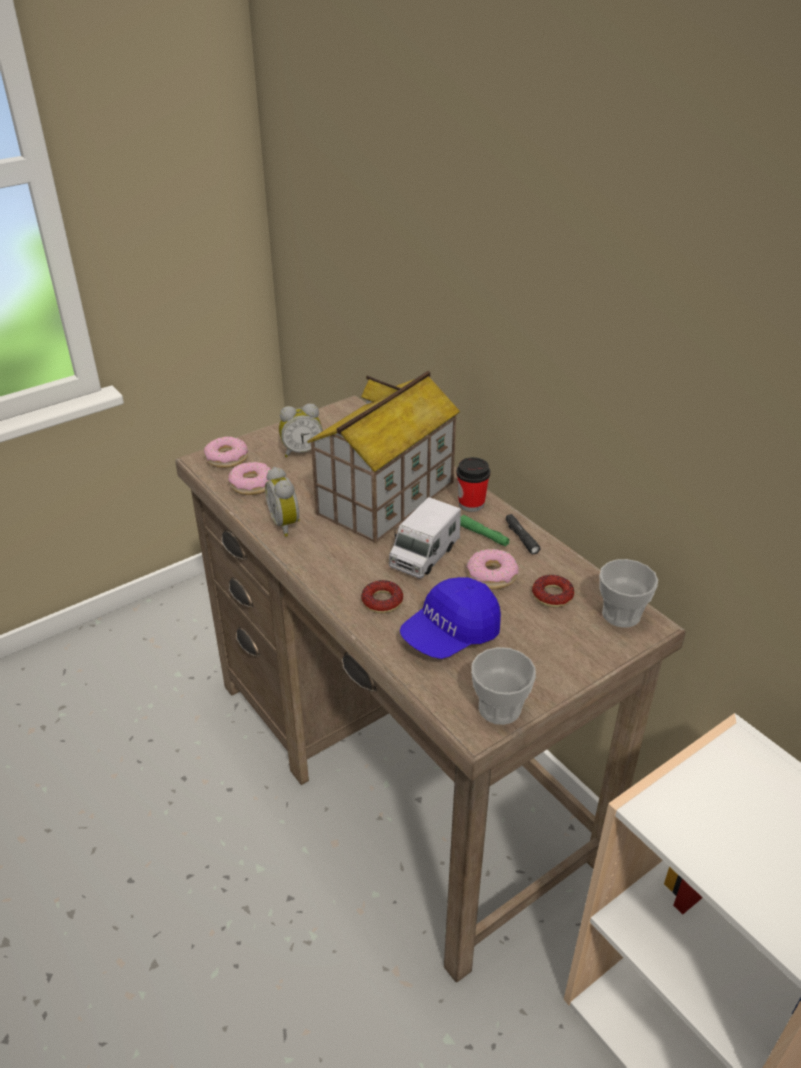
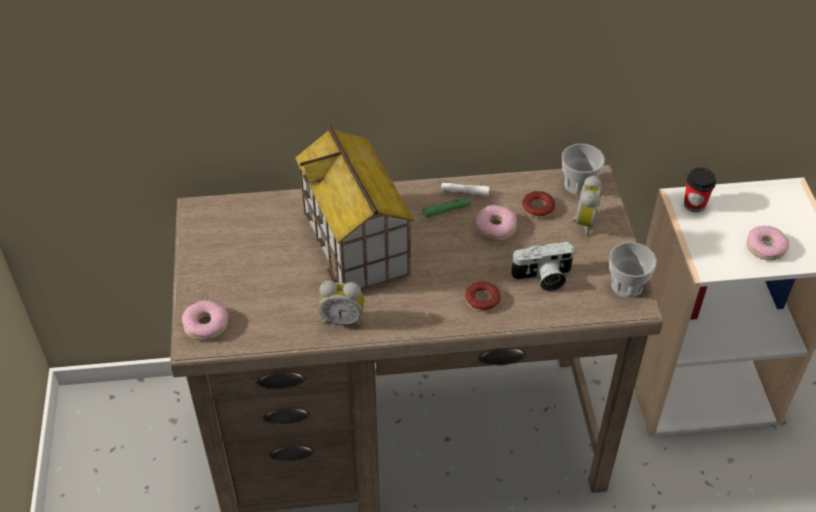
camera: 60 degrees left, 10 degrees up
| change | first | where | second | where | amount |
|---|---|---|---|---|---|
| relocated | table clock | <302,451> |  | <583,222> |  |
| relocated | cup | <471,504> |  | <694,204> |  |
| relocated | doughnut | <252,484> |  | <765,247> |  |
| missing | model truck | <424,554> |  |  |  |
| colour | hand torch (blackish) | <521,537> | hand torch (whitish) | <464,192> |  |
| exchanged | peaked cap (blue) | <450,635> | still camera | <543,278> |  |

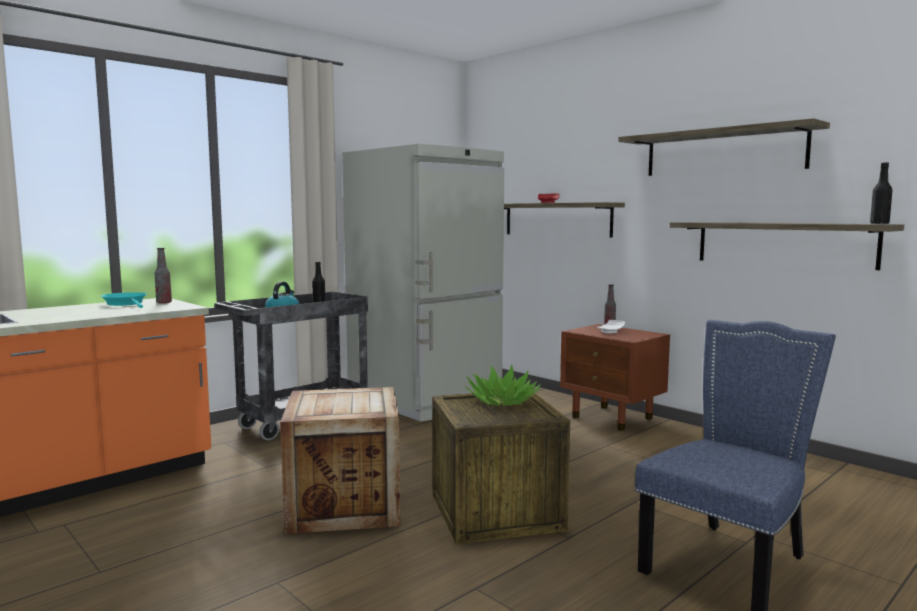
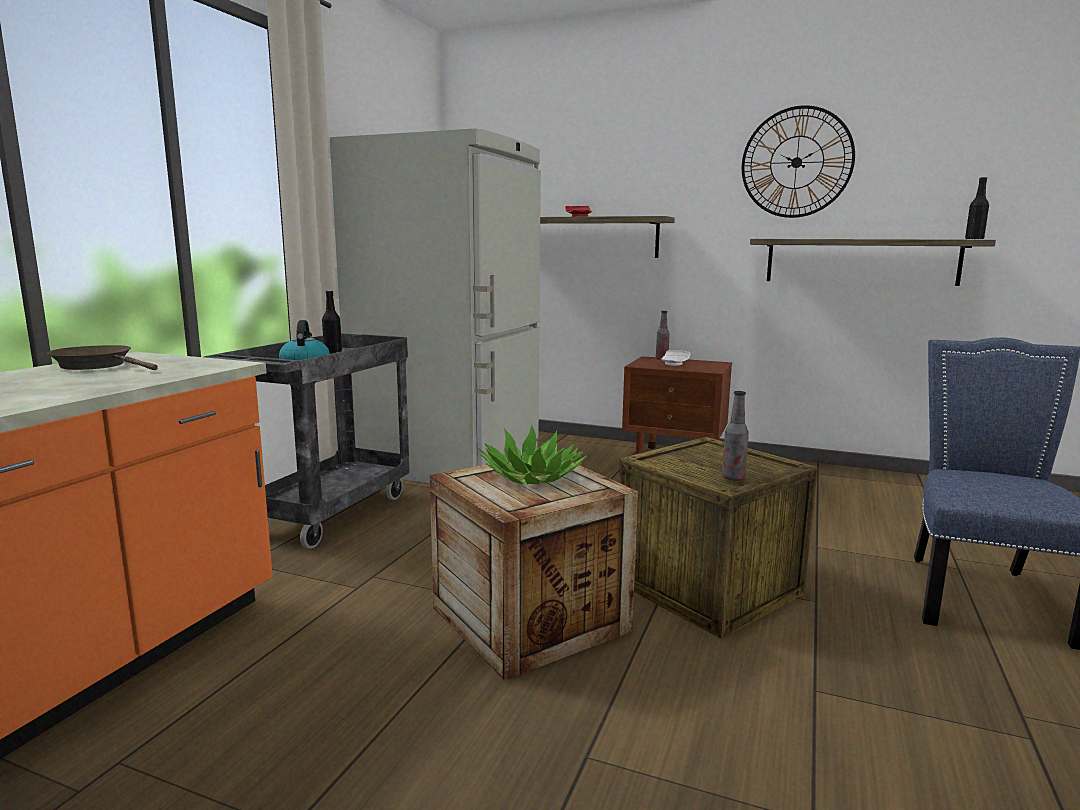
camera: 25 degrees left, 5 degrees up
| change | first | where | second | where | amount |
|---|---|---|---|---|---|
| exchanged | wall shelf | <723,152> | clock on the wall | <796,162> |  |
| relocated | drink bottle | <164,302> |  | <733,478> |  |
| colour | frying pan (turquoise-coloured) | <126,304> | frying pan (brown-coloured) | <98,365> |  |
| relocated | houseplant | <502,401> |  | <532,476> |  |

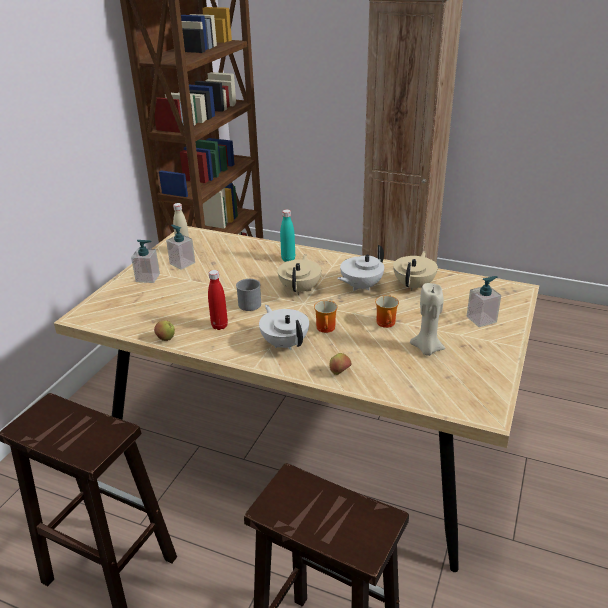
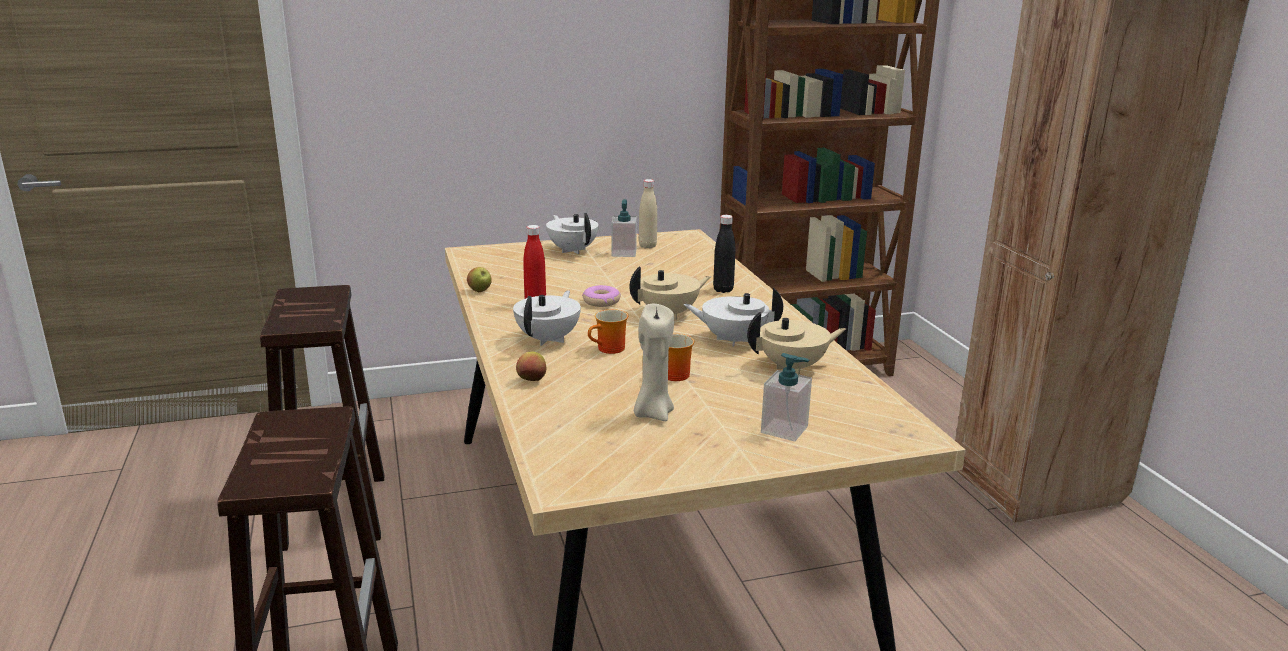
camera: 50 degrees right, 10 degrees down
| change | first | where | second | where | amount |
|---|---|---|---|---|---|
| colour | drink bottle (turquoise-coloured) | <288,259> | drink bottle (blackish) | <723,290> |  |
| exchanged | liquid soap bottle | <148,278> | teapot (whitish) | <572,250> |  |
| exchanged | coffee mug (gray) | <251,302> | doughnut | <601,302> |  |

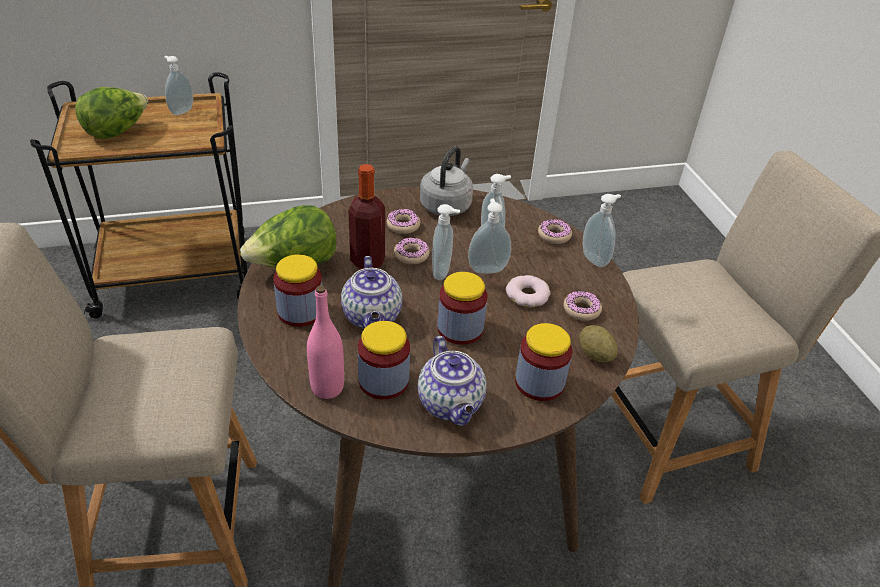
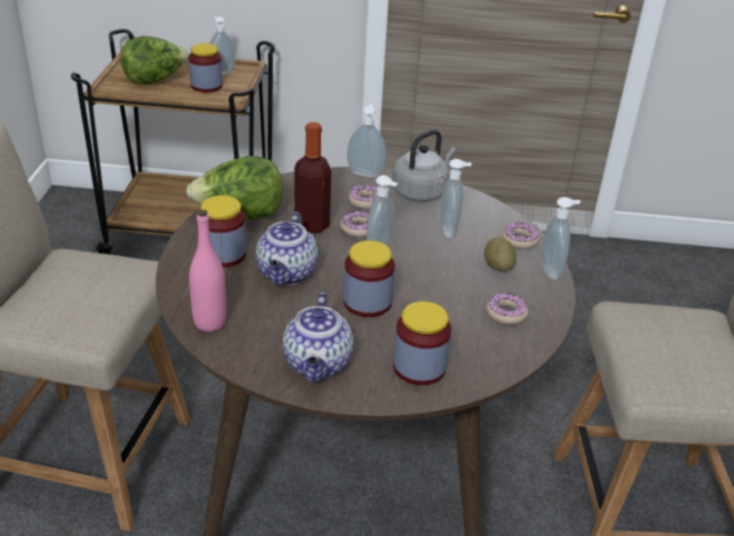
camera: 20 degrees right, 5 degrees down
| change | first | where | second | where | amount |
|---|---|---|---|---|---|
| relocated | liquid soap bottle | <487,268> |  | <365,173> |  |
| missing | doughnut | <527,295> |  |  |  |
| relocated | storage jar | <383,381> |  | <206,86> |  |
| relocated | whole potato | <595,355> |  | <498,267> |  |

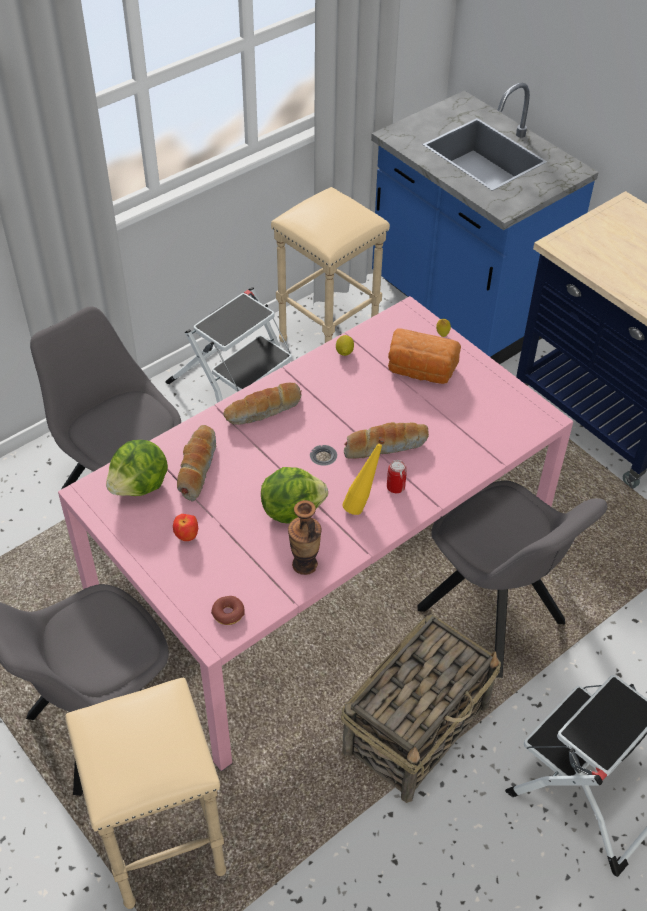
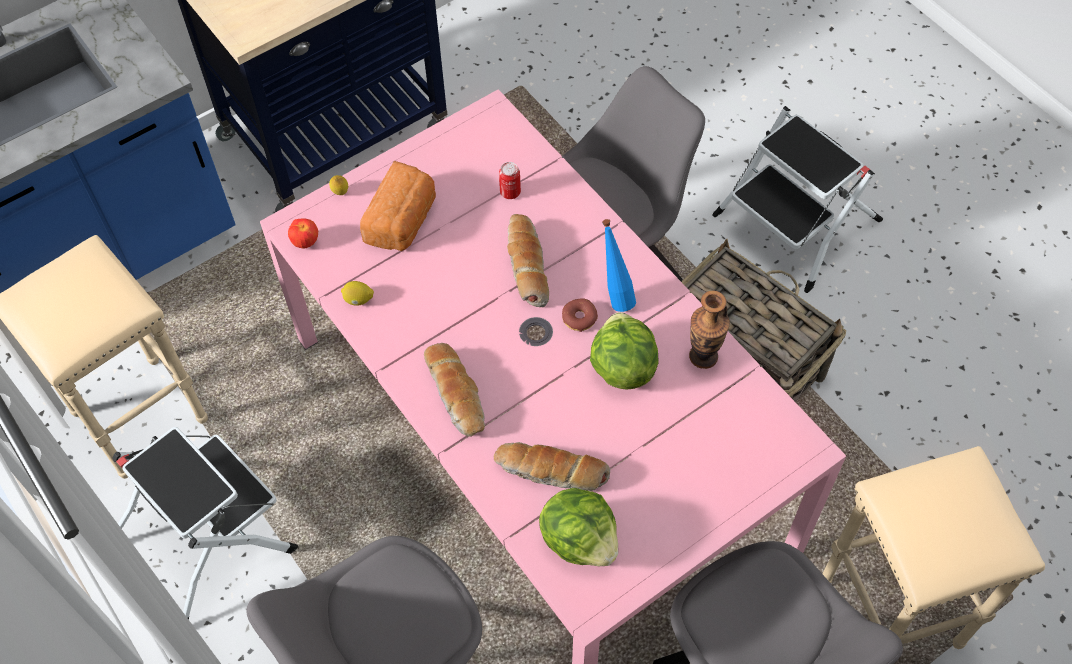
camera: 85 degrees left, 10 degrees up
| change | first | where | second | where | amount |
|---|---|---|---|---|---|
| colour | drink bottle (yellow-coloured) | <362,504> | drink bottle (blue) | <615,295> |  |
| relocated | can | <395,487> |  | <510,192> |  |
| relocated | apple | <187,536> |  | <306,242> |  |
| relocated | doughnut | <228,613> |  | <579,318> |  |

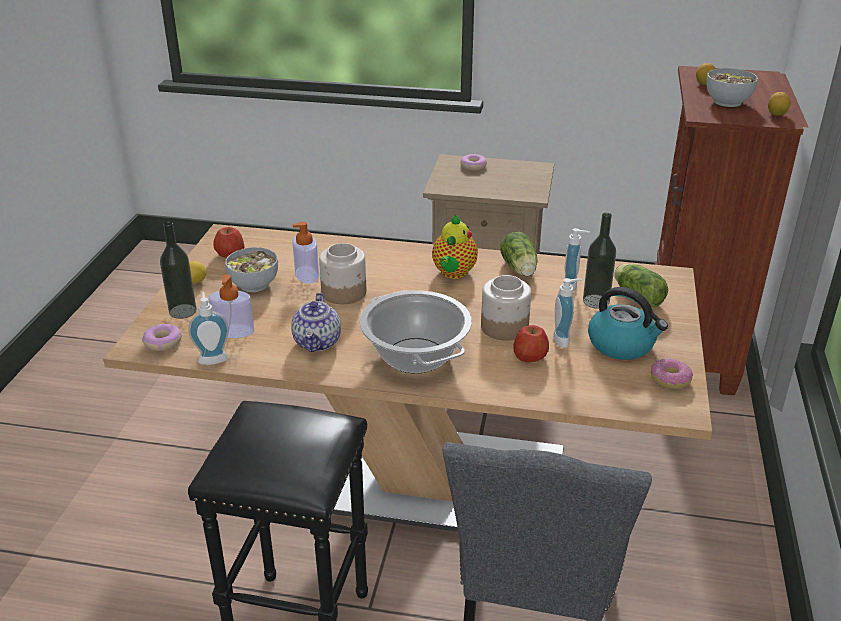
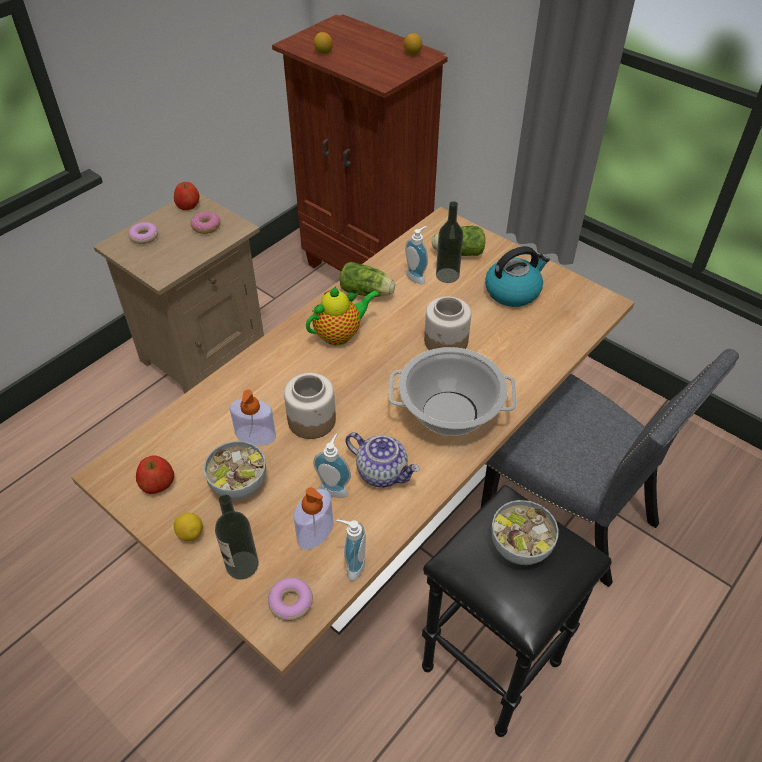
camera: 60 degrees left, 15 degrees up
| change | first | where | second | where | amount |
|---|---|---|---|---|---|
| relocated | serving bowl | <727,102> |  | <519,547> |  |
| spun | teapot | <453,273> |  | <340,334> | 75 degrees counterclockwise |
| relocated | liquid soap bottle | <564,339> |  | <335,487> |  |
| relocated | apple | <529,356> |  | <188,205> |  |
| relocated | doughnut | <670,380> |  | <206,227> |  |

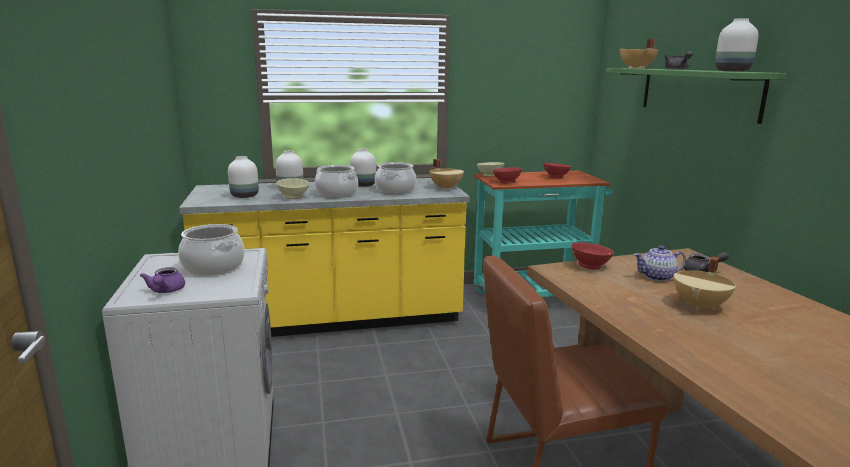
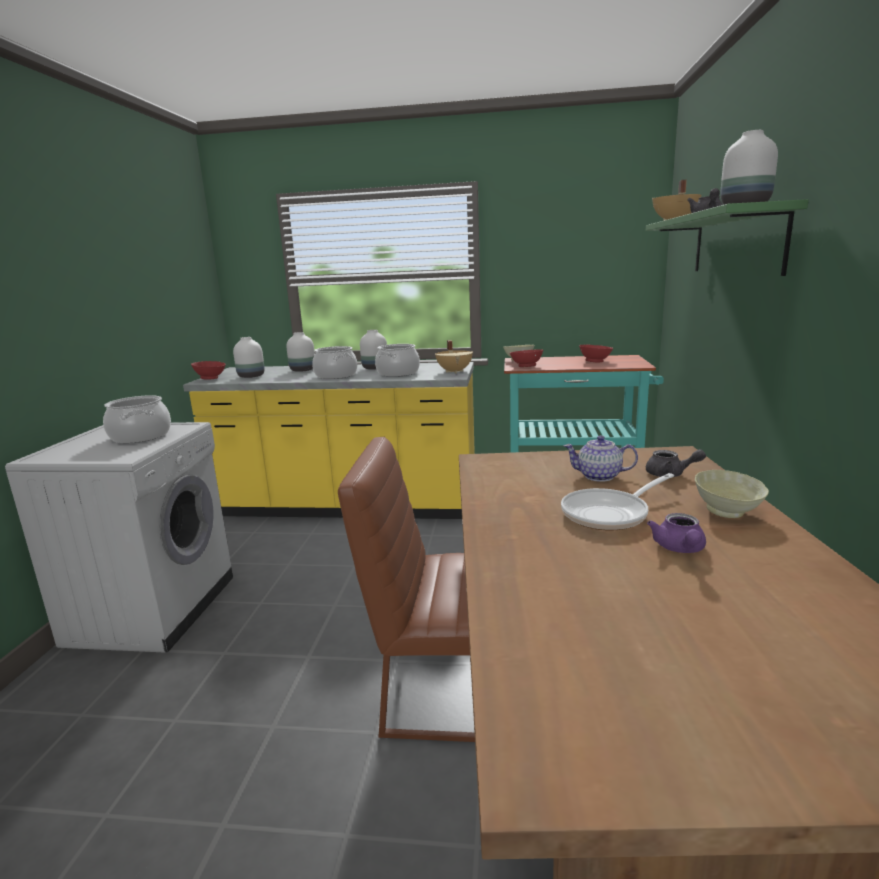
camera: 20 degrees right, 0 degrees up
| change | first | where | second | where | amount |
|---|---|---|---|---|---|
| relocated | serving bowl (beige) | <293,197> |  | <726,512> |  |
| relocated | serving bowl (red) | <591,266> |  | <210,378> |  |
| exchanged | cooking pot (beige) | <701,306> | frying pan | <610,514> |  |
| relocated | teapot (purplish) | <165,291> |  | <679,549> |  |

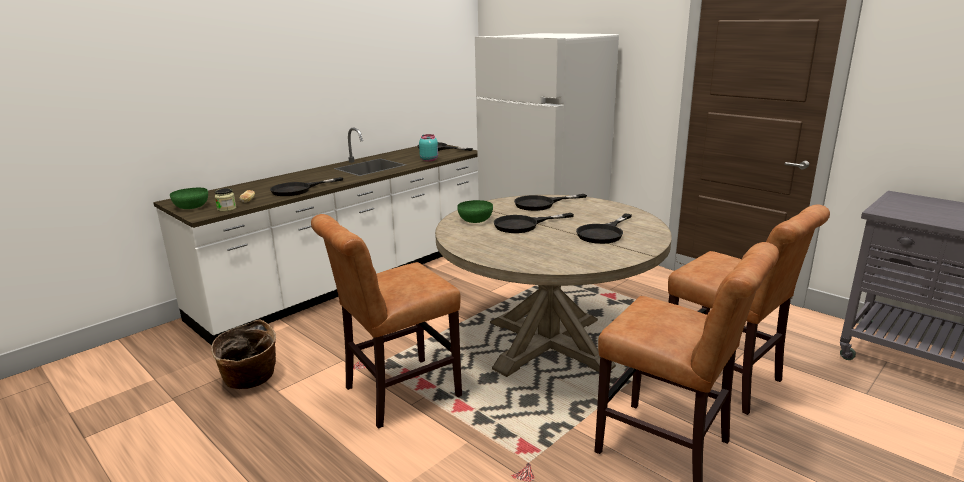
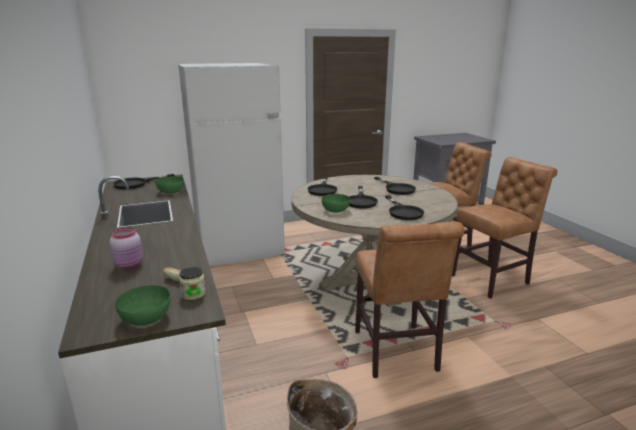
camera: 65 degrees left, 0 degrees up
| change | first | where | second | where | amount |
|---|---|---|---|---|---|
| exchanged | storage jar (turquoise-coloured) | <429,160> | serving bowl (green-coloured) | <170,191> |  |
| relocated | frying pan (blackish) | <298,189> |  | <403,212> |  |
| appeared |  |  | storage jar (pinkish) | <130,265> |  |

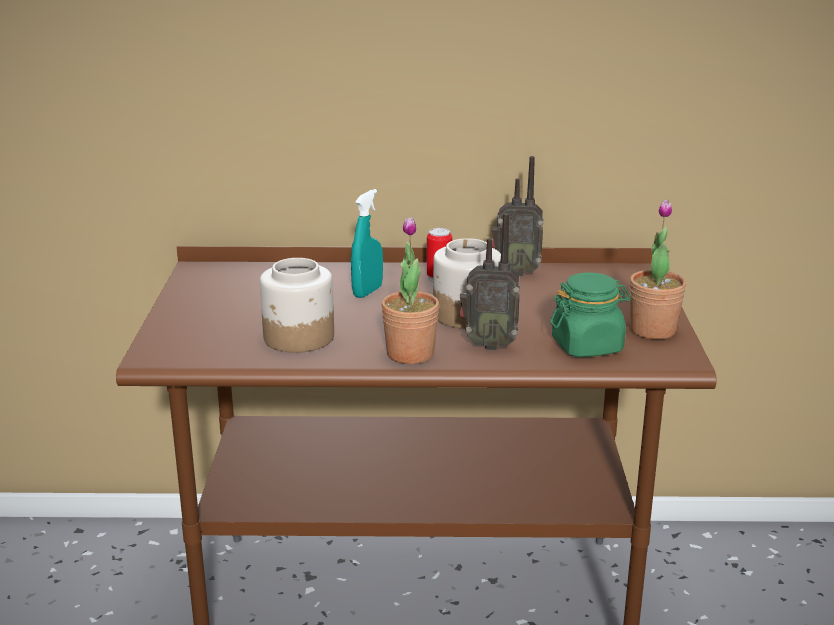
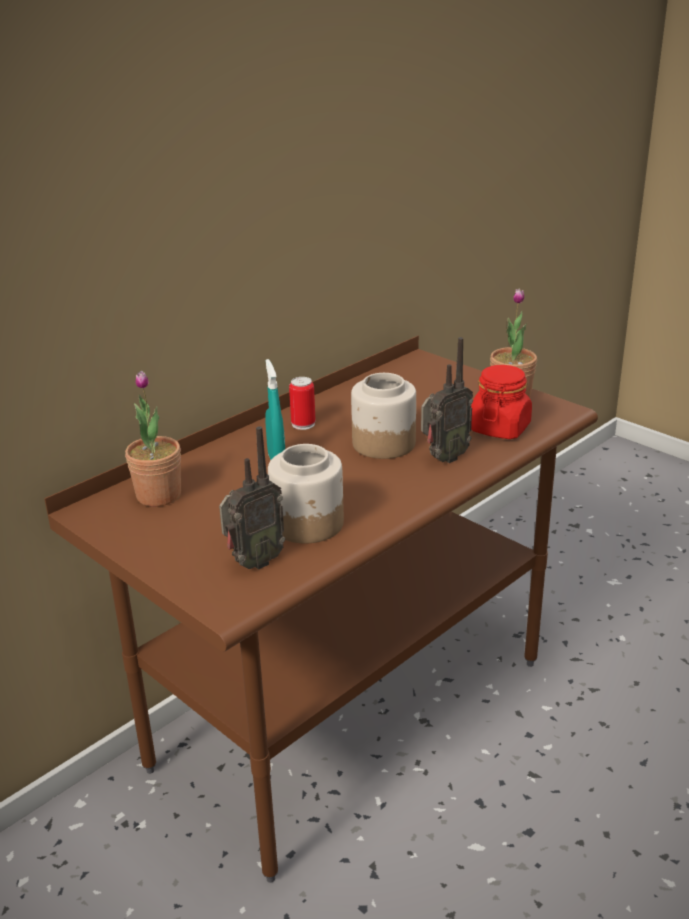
camera: 45 degrees left, 5 degrees up
| change | first | where | second | where | amount |
|---|---|---|---|---|---|
| relocated | radio receiver | <515,272> |  | <253,563> |  |
| relocated | houseplant | <410,354> |  | <159,495> |  |
| colour | storage jar (green-coloured) | <587,346> | storage jar (red) | <500,428> |  |

